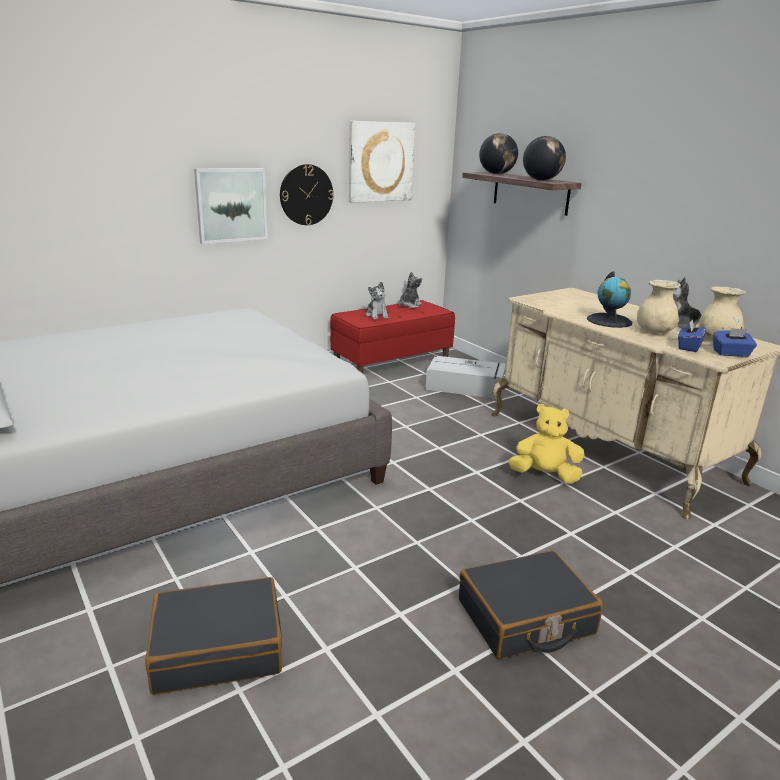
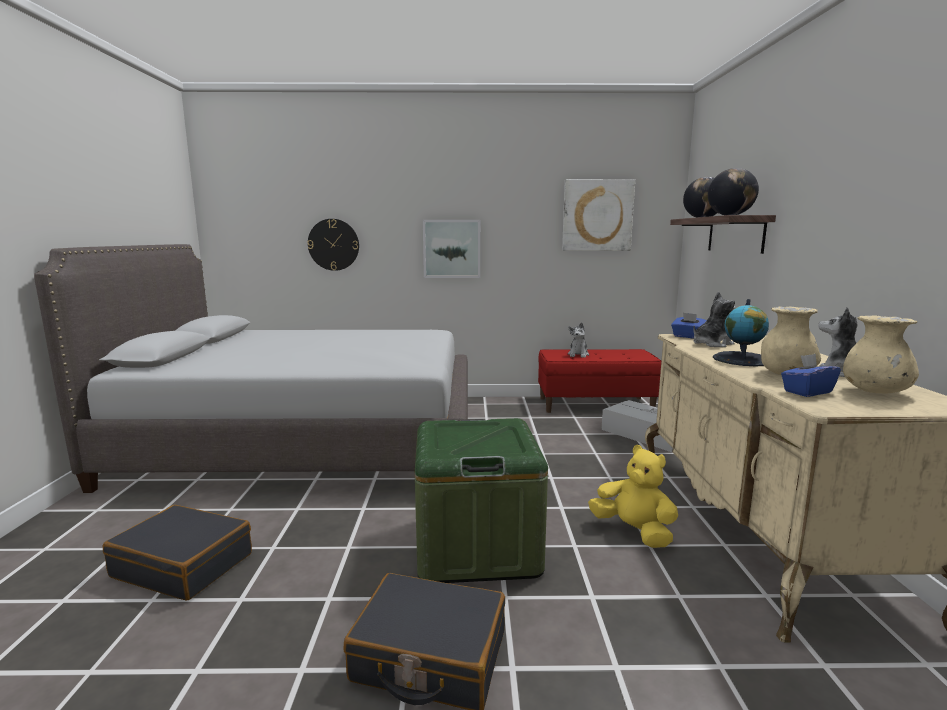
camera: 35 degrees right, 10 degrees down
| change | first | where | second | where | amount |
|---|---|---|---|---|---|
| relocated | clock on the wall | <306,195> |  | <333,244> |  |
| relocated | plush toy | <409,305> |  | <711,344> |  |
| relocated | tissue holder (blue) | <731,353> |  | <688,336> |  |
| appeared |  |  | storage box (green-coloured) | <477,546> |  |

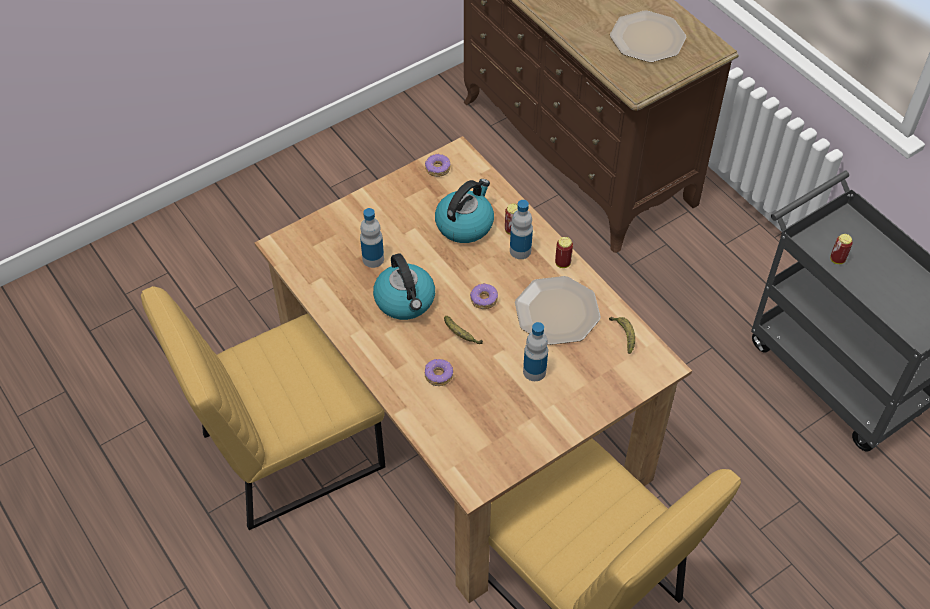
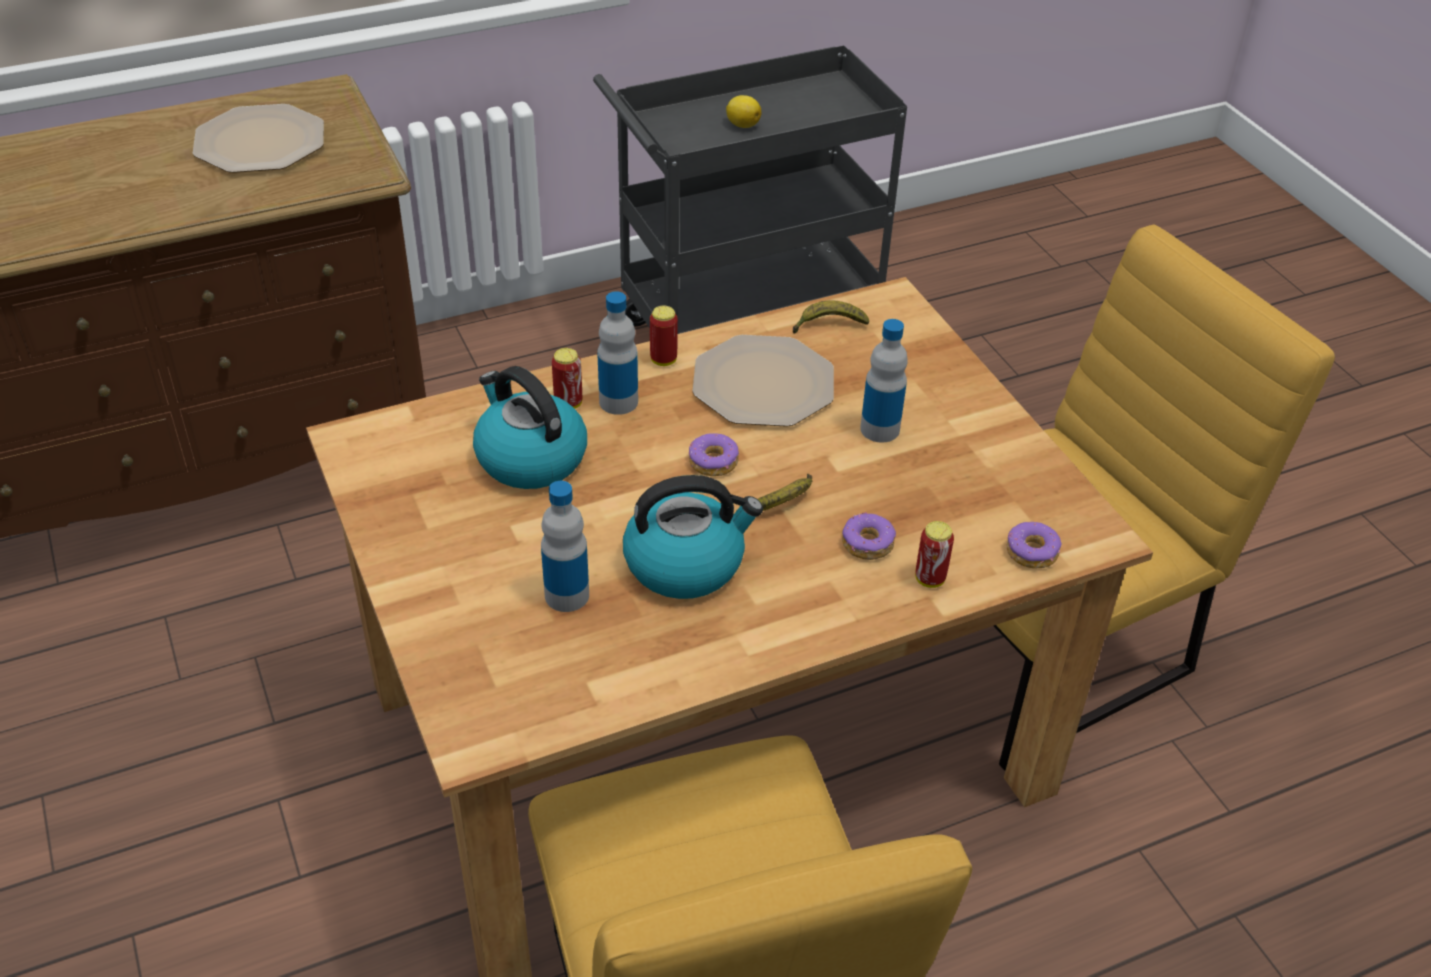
camera: 80 degrees left, 10 degrees down
| change | first | where | second | where | amount |
|---|---|---|---|---|---|
| relocated | doughnut | <437,169> |  | <1032,552> |  |
| relocated | can | <837,259> |  | <930,579> |  |
| appeared |  |  | citrus fruit | <742,125> |  |

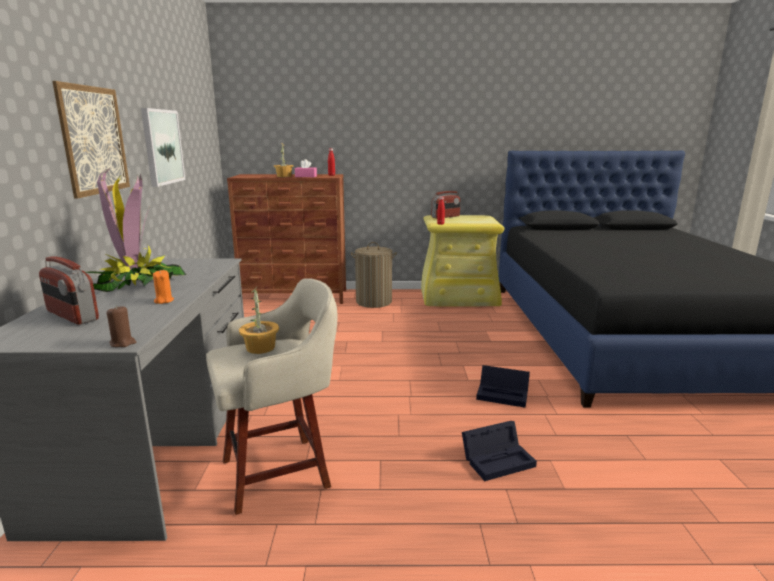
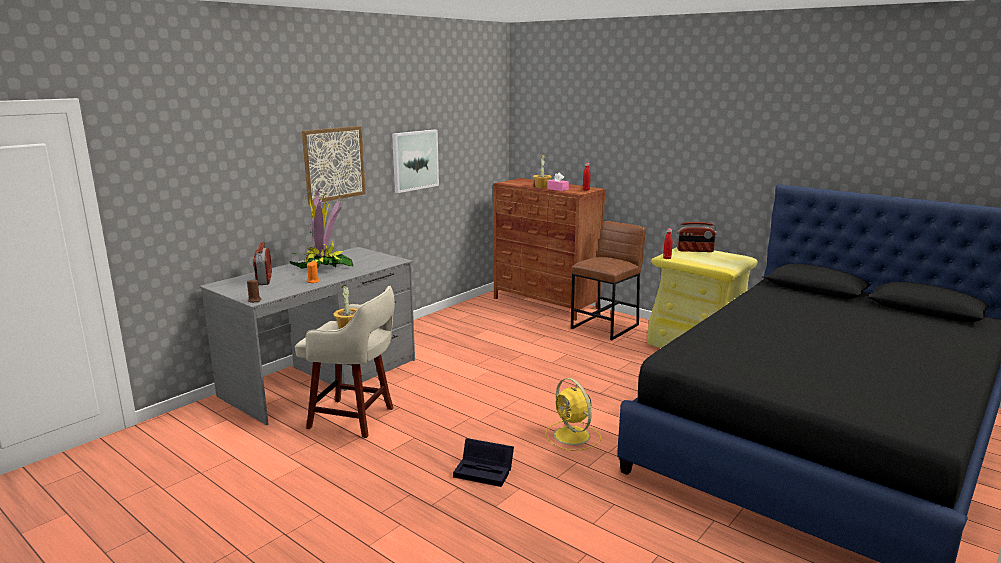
camera: 40 degrees right, 0 degrees up
| change | first | where | second | where | amount |
|---|---|---|---|---|---|
| exchanged | hamper | <374,302> | upright chair (brown-coloured) | <605,326> |  |
| exchanged | storage box (blackish) | <504,394> | fan (yellow-coloured) | <573,436> |  |

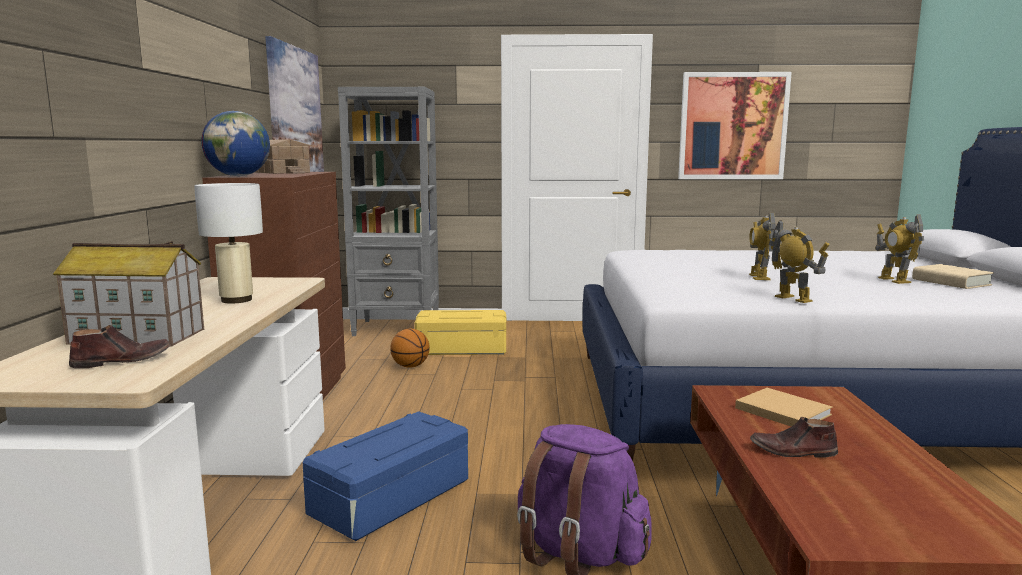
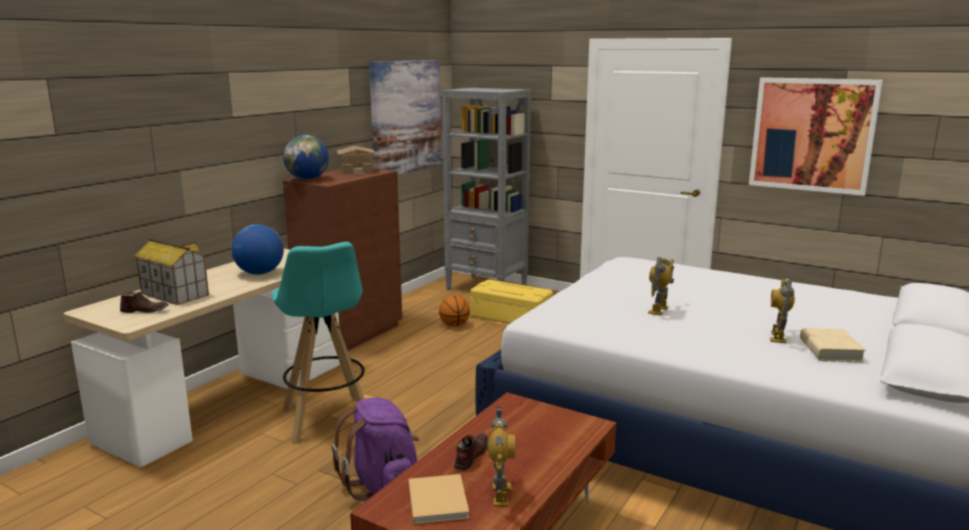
camera: 30 degrees right, 5 degrees up
| change | first | where | second | where | amount |
|---|---|---|---|---|---|
| exchanged | tabletop lamp (whitish) | <236,300> | desk globe | <259,273> |  |
| relocated | toy robot | <793,299> |  | <501,494> |  |
| relocated | volume (beige) | <780,410> |  | <437,500> |  |
| exchanged | storage box (blue) | <391,498> | stool (turquoise-coloured) | <327,420> |  |
| spun | shoe (brown-coloured) | <793,451> |  | <470,456> | 75 degrees clockwise |

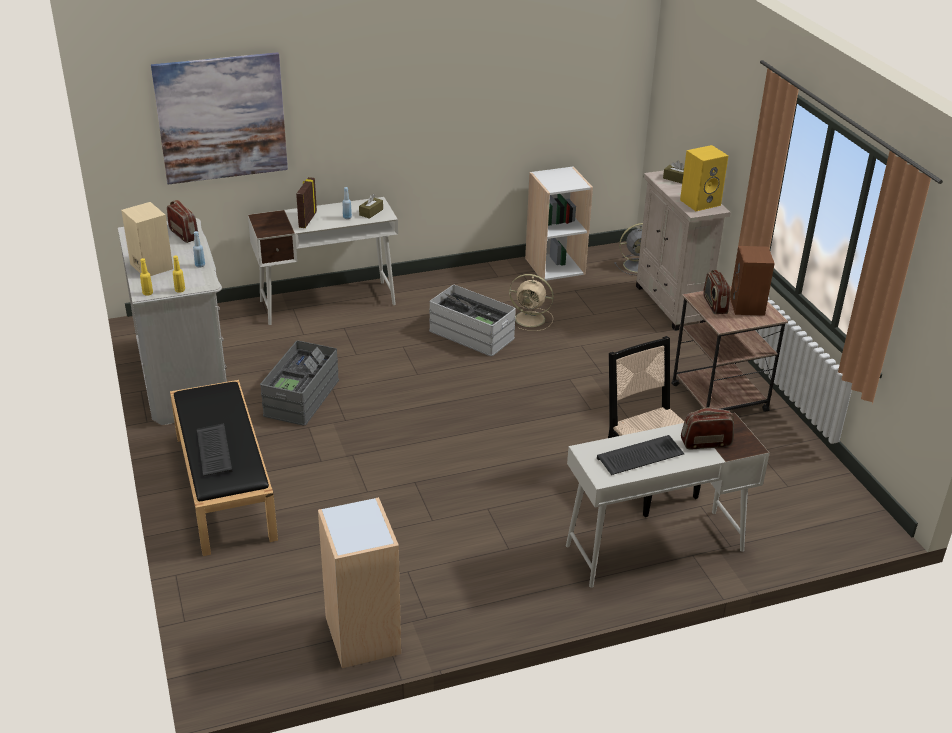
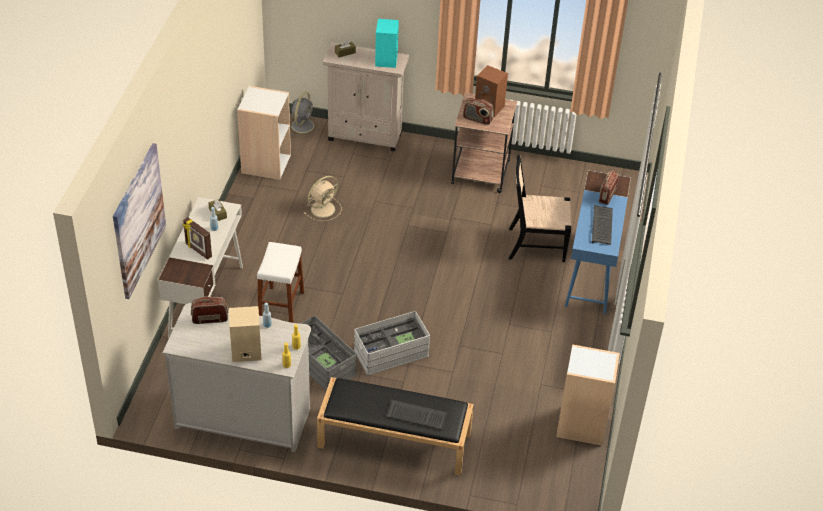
camera: 60 degrees left, 10 degrees up
| change | first | where | second | where | amount |
|---|---|---|---|---|---|
| colour | audio speaker (yellow-coloured) | <700,202> | audio speaker (turquoise-coloured) | <385,59> |  |
| relocated | storage box (gray) | <471,334> |  | <391,353> |  |
| colour | desk (whitish) | <654,548> | desk (blue) | <592,272> |  |
| appeared |  |  | stool (whitish) | <281,306> |  |

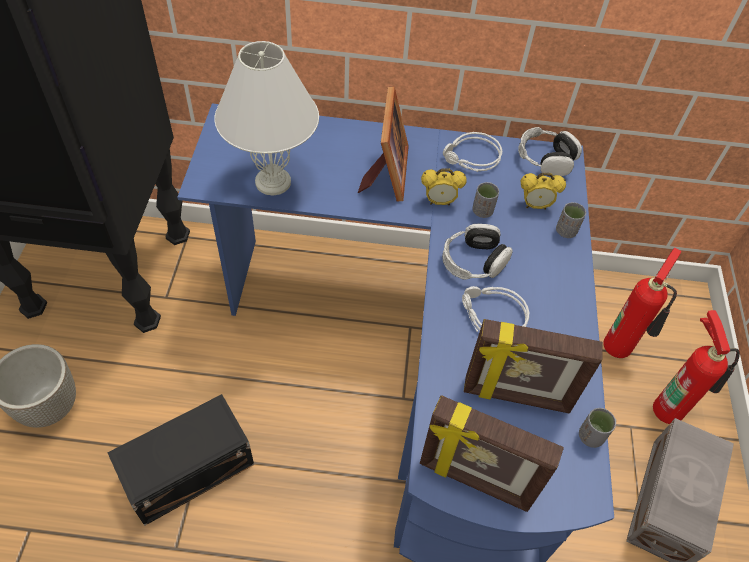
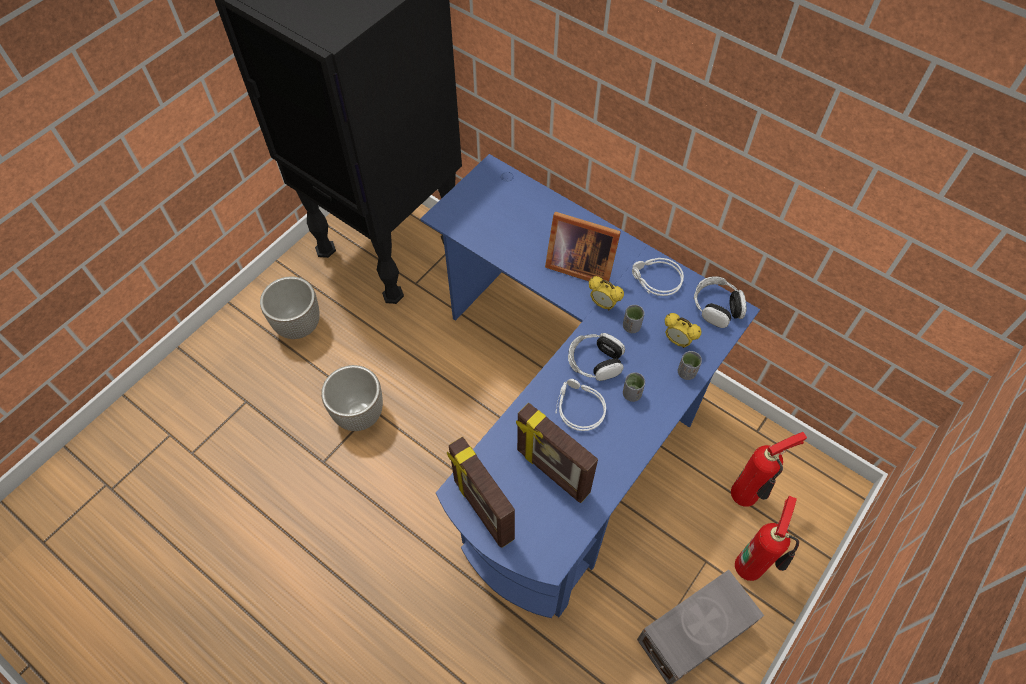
camera: 35 degrees right, 5 degrees up
| change | first | where | second | where | amount |
|---|---|---|---|---|---|
| missing | tabletop lamp (whitish) | <273,181> |  |  |  |
| spun | picture frame | <385,174> |  | <578,264> | 75 degrees clockwise |
| exchanged | storage box (blackish) | <186,469> | planter | <359,413> |  |
| relocated | cup (gray) | <590,436> |  | <631,394> |  |

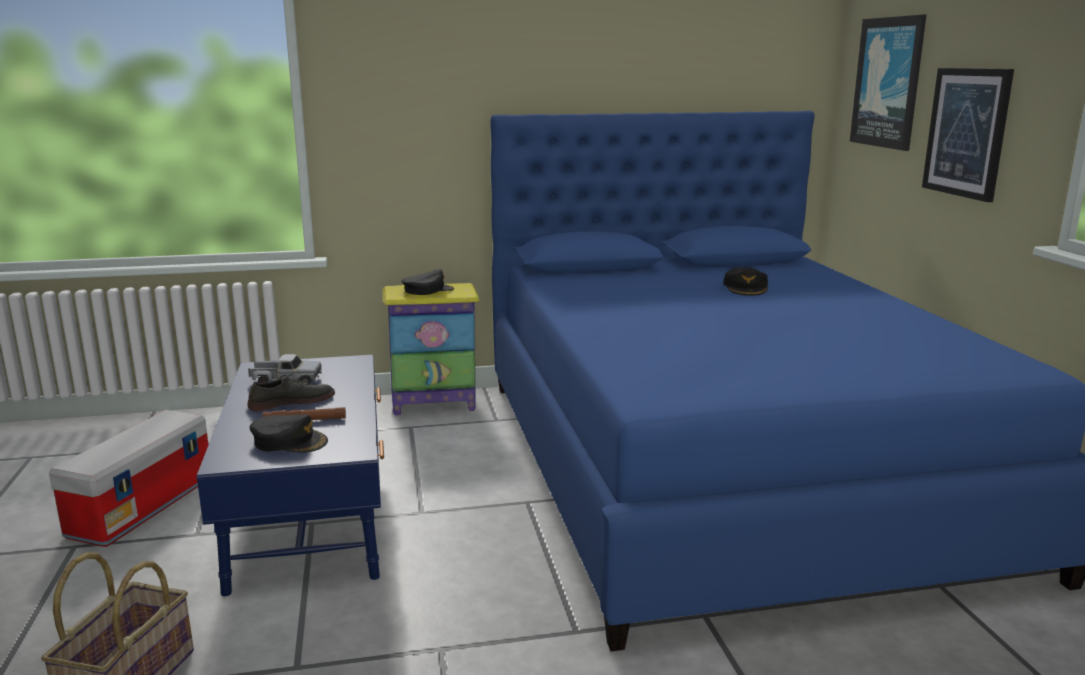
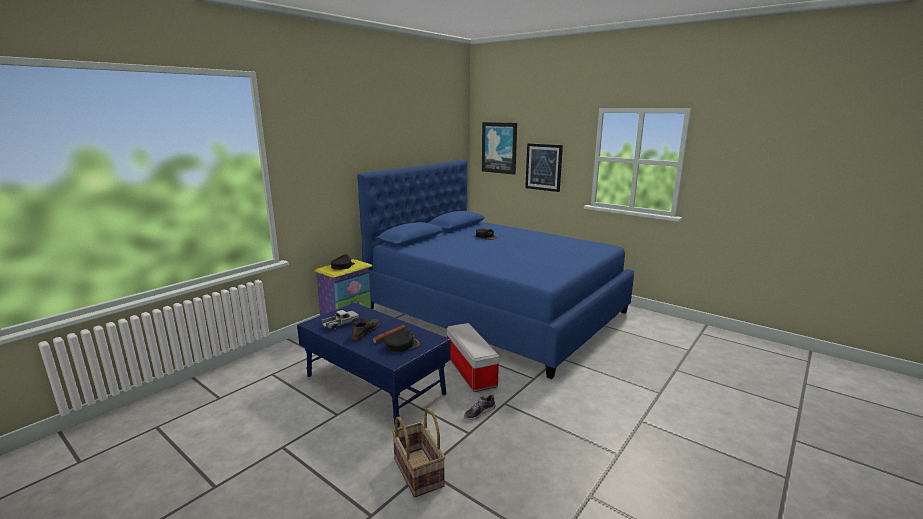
camera: 40 degrees left, 0 degrees up
| change | first | where | second | where | amount |
|---|---|---|---|---|---|
| relocated | storage box | <143,505> |  | <470,371> |  |
| appeared |  |  | shoe | <479,412> |  |

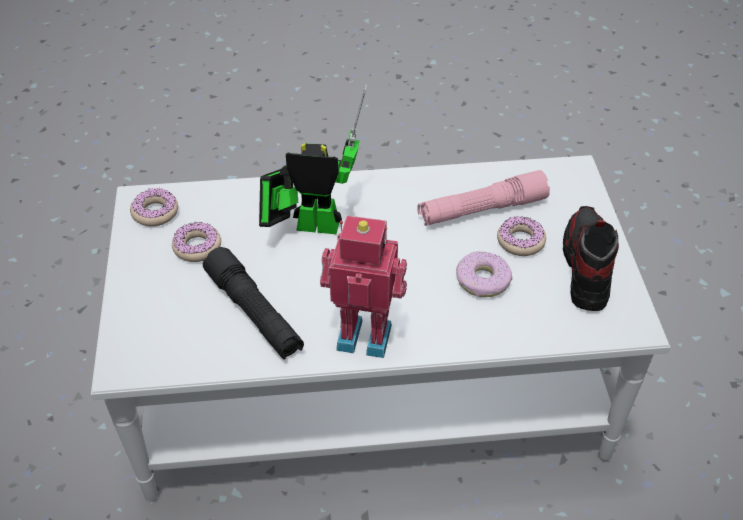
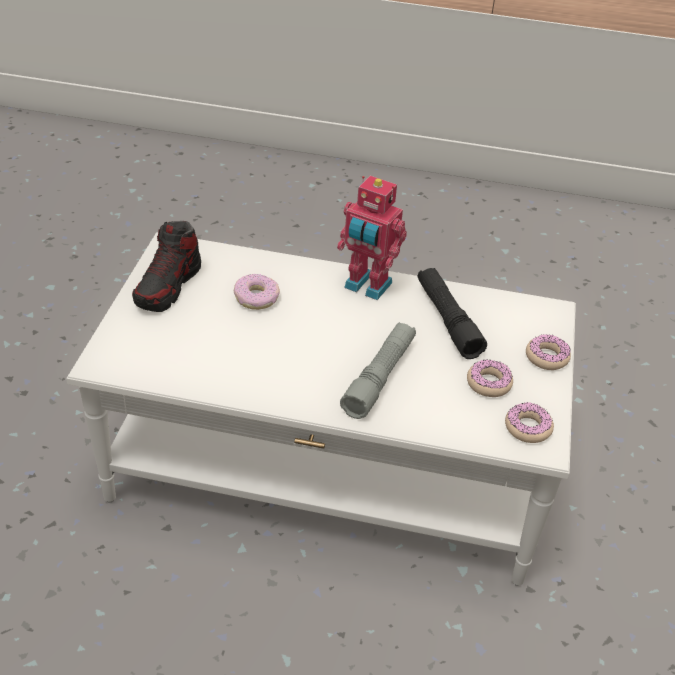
camera: 165 degrees left, 5 degrees down
| change | first | where | second | where | amount |
|---|---|---|---|---|---|
| exchanged | toy robot | <310,225> | hand torch (gray) | <379,377> |  |
| missing | hand torch (pinkish) | <482,210> |  |  |  |
| relocated | doughnut | <520,241> |  | <547,357> |  |

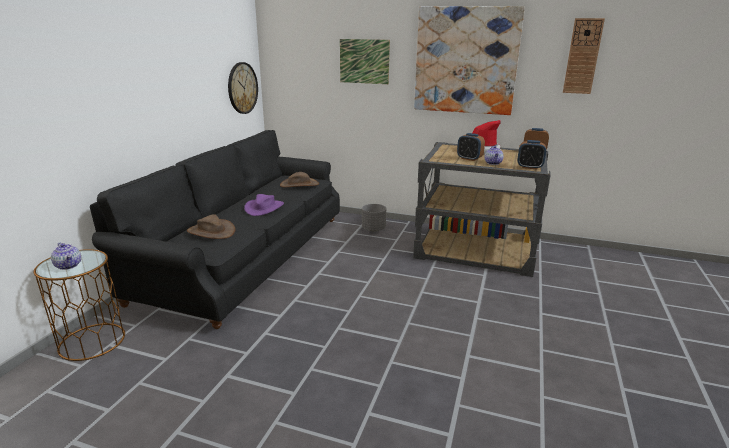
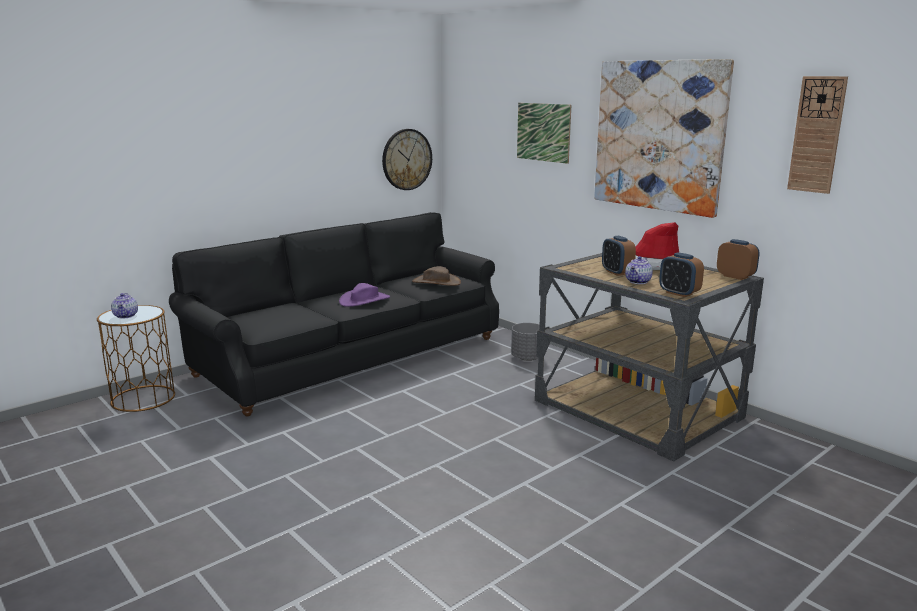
camera: 30 degrees right, 5 degrees down
| change | first | where | second | where | amount |
|---|---|---|---|---|---|
| missing | clothing hat (brown-coloured) | <211,231> |  |  |  |

